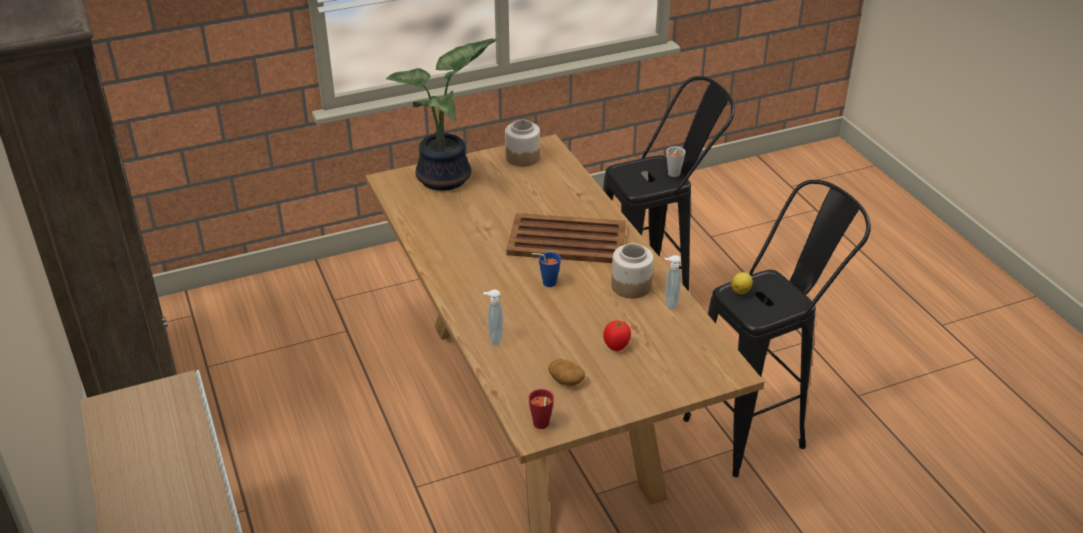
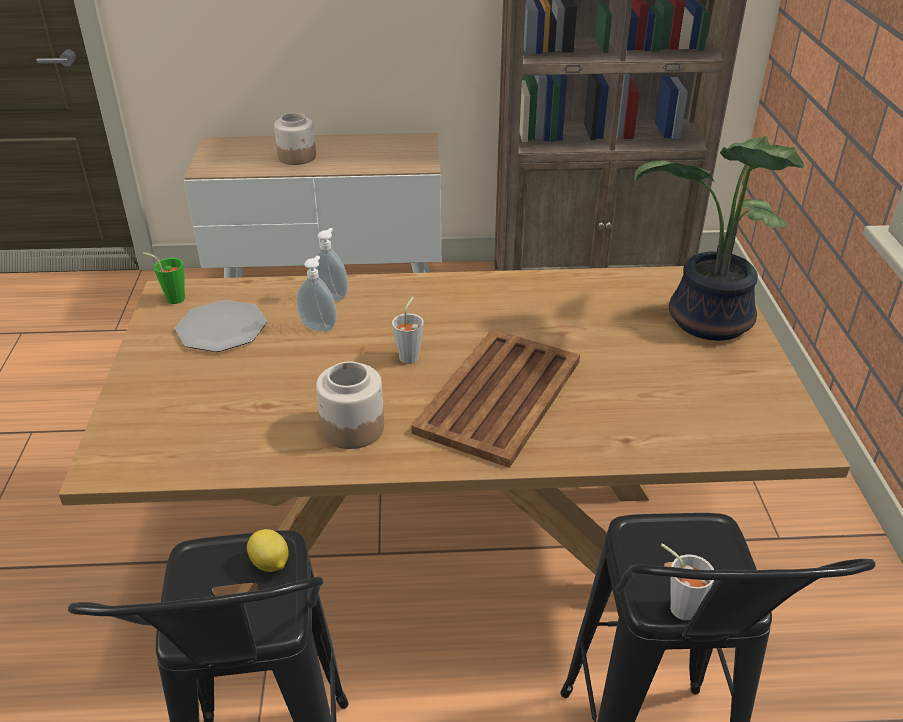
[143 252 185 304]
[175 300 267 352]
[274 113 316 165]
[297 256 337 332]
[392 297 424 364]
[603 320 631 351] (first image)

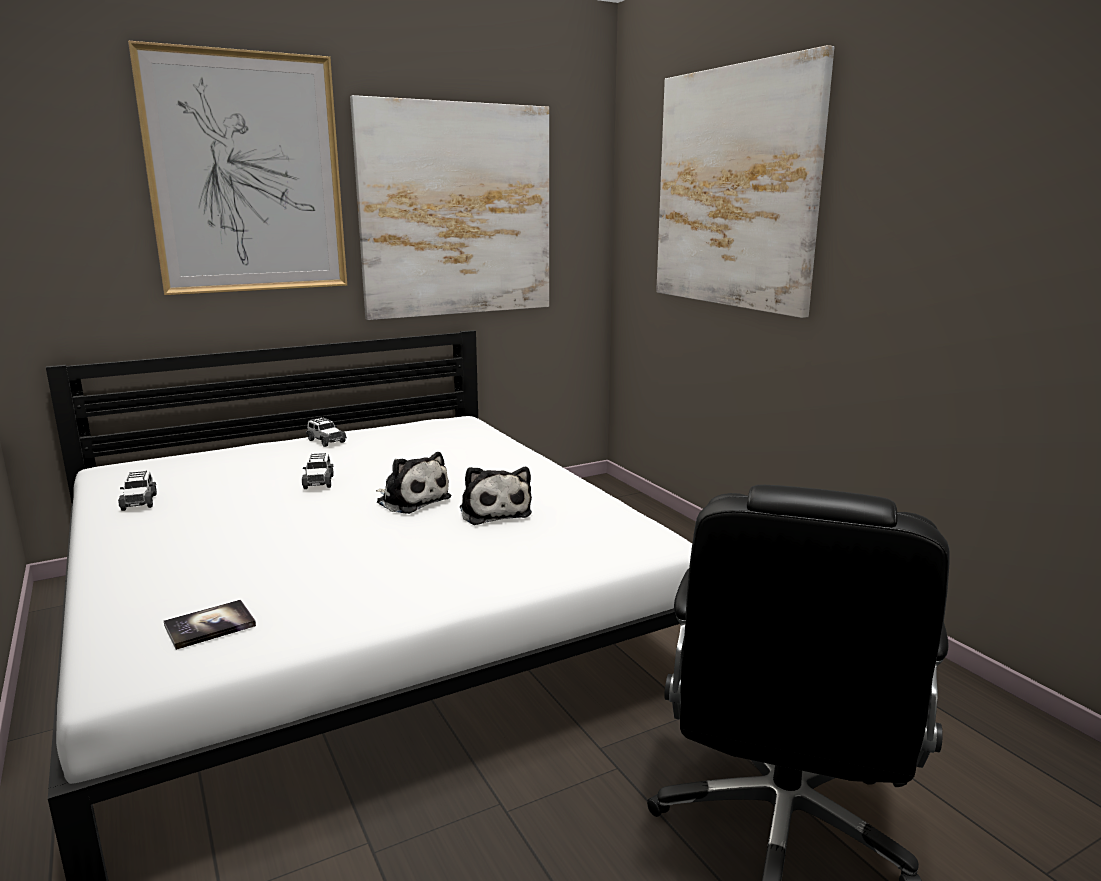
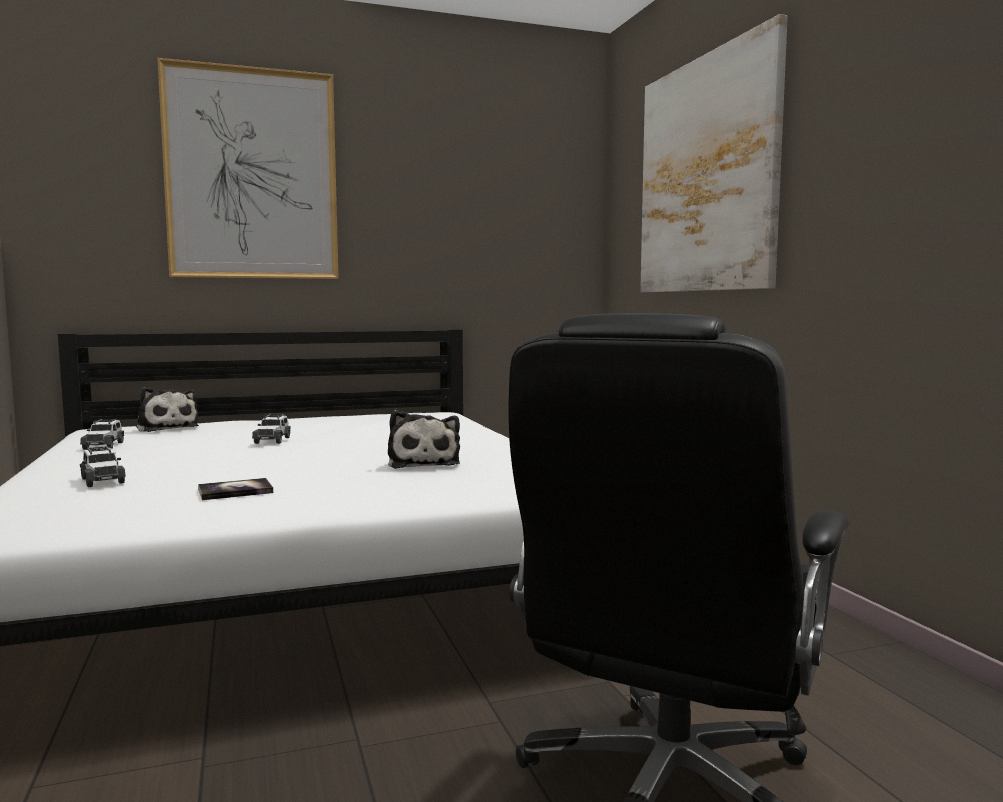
[80 446 126 487]
[136 387 199 432]
[198 478 273 500]
[350 95 549 320] (first image)

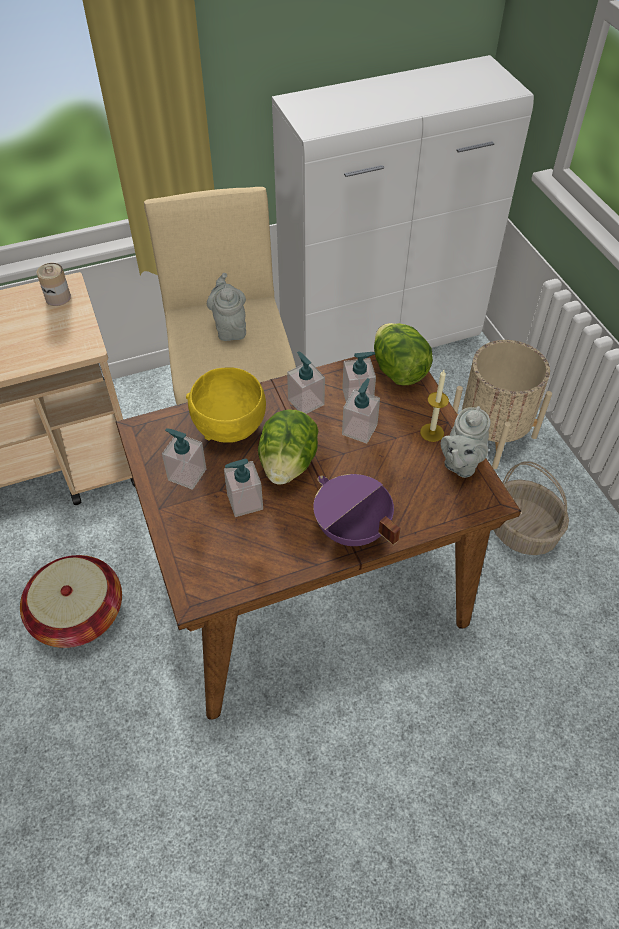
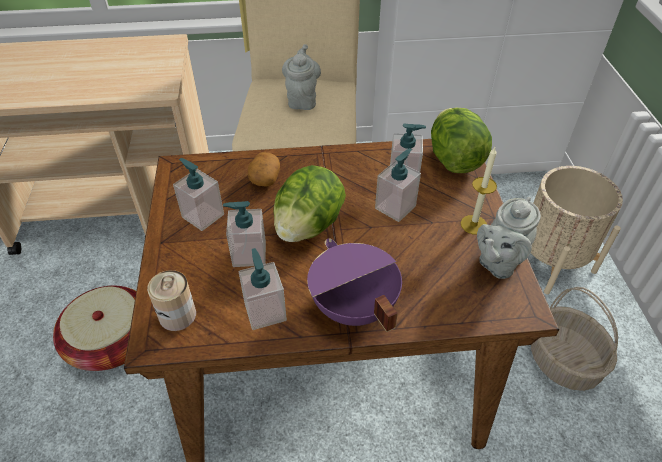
[147 270 196 331]
[239 248 287 330]
[248 152 280 187]

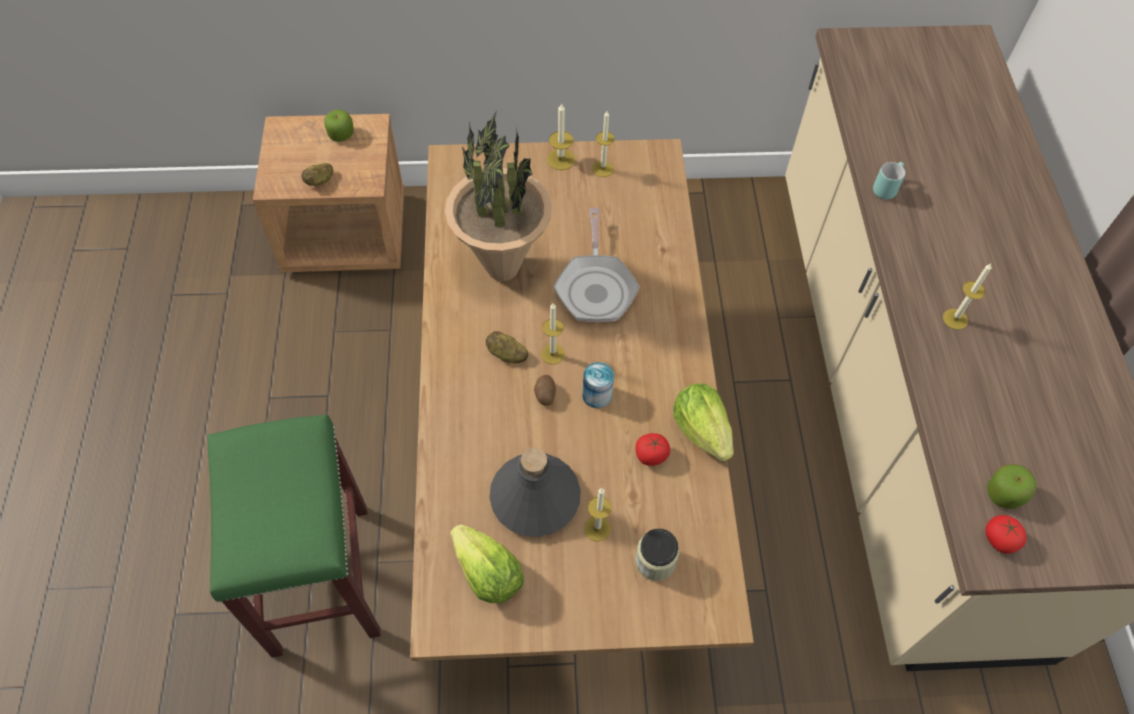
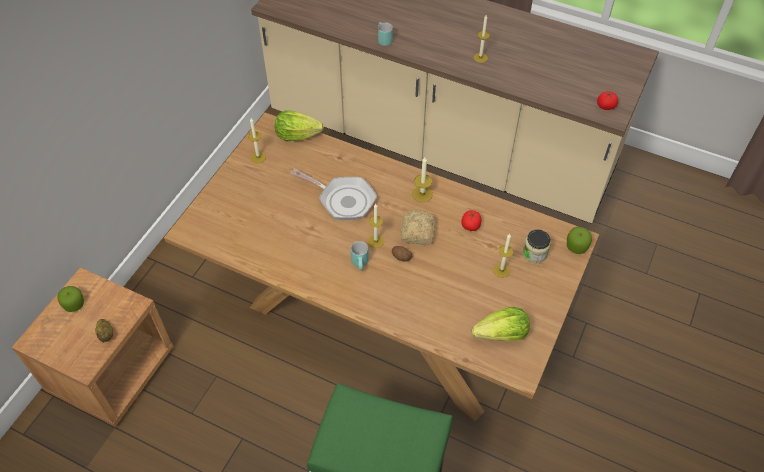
[275 110 324 141]
[351 241 369 271]
[401 210 436 244]
[412 157 433 202]
[567 227 592 254]
[445 111 552 281] (first image)
[489 448 581 537] (first image)

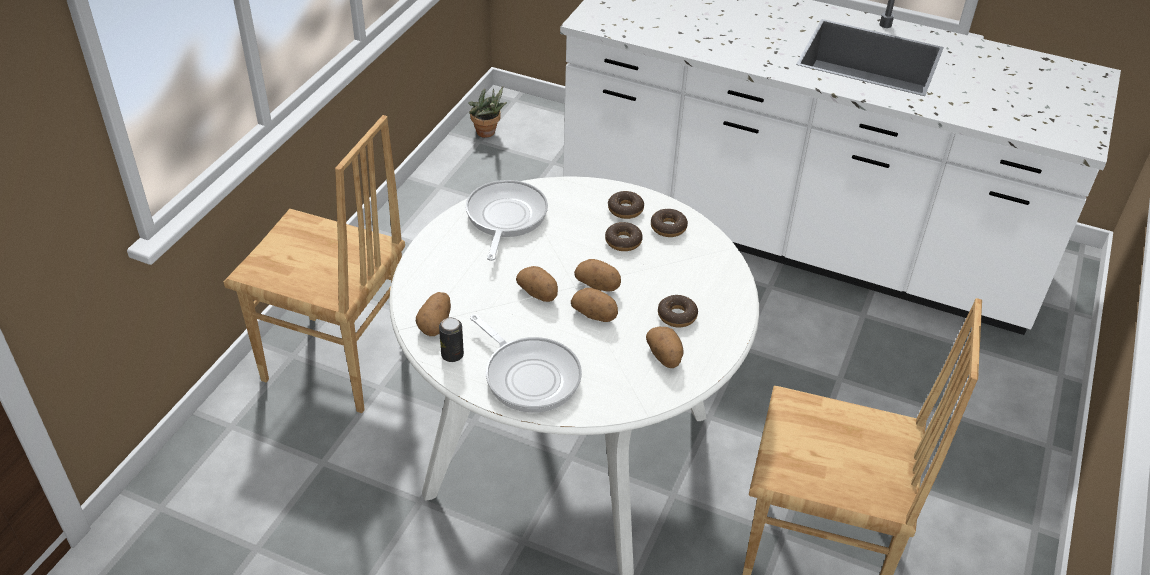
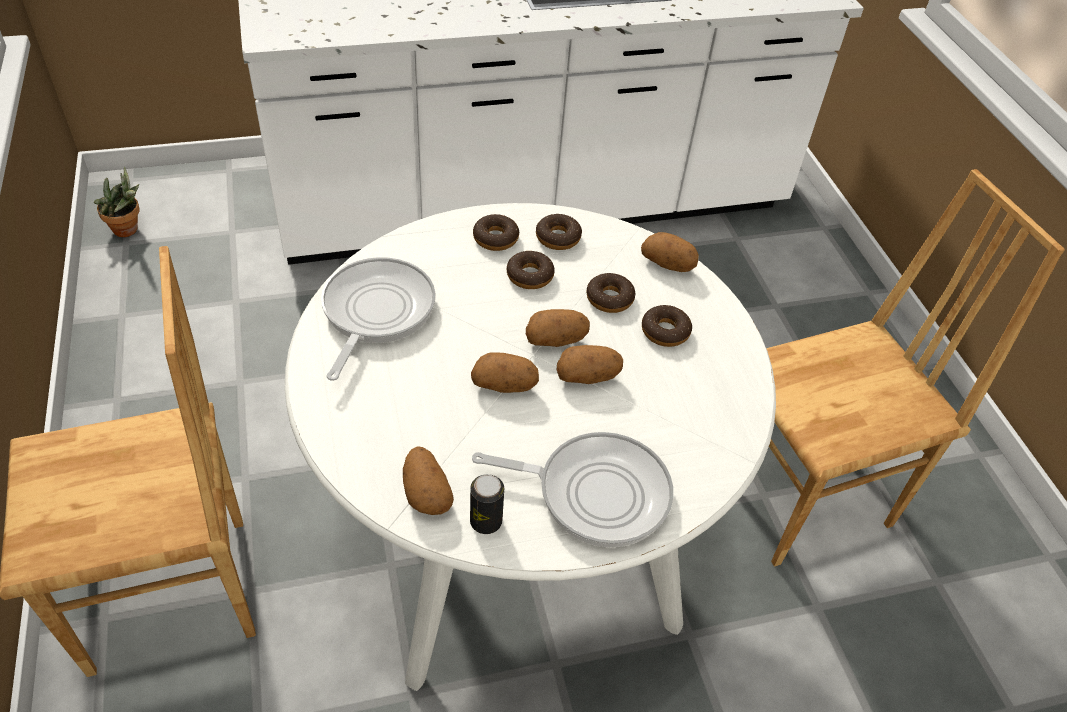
[321 257 436 381]
[587 273 635 313]
[641 232 699 272]

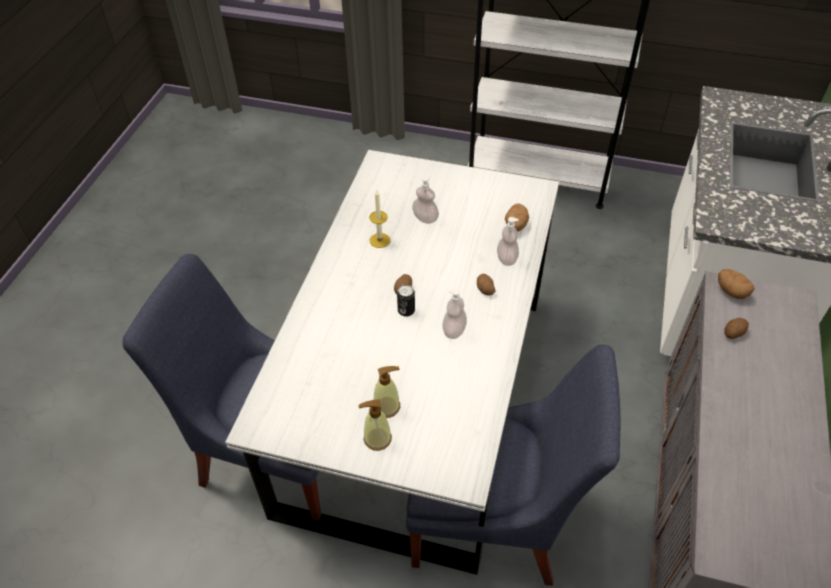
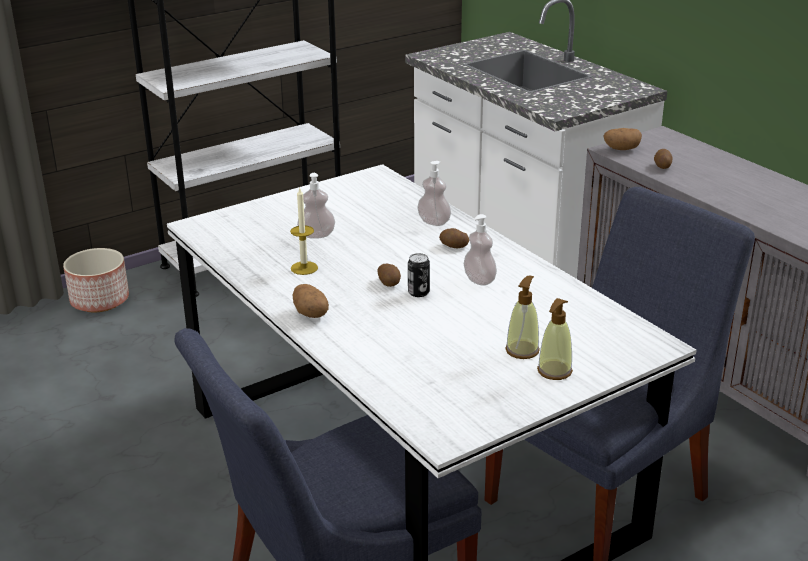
[63 248 129 312]
[293 284 329 318]

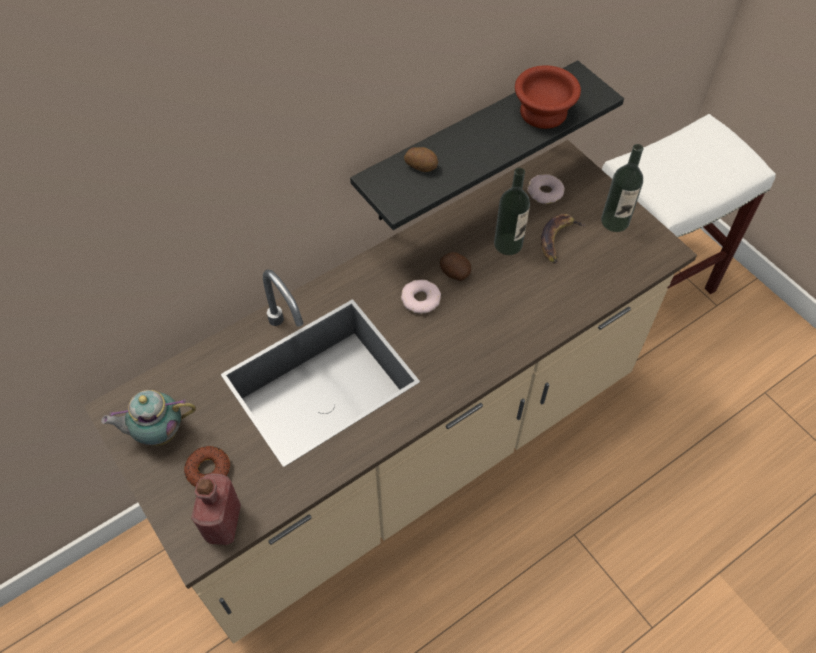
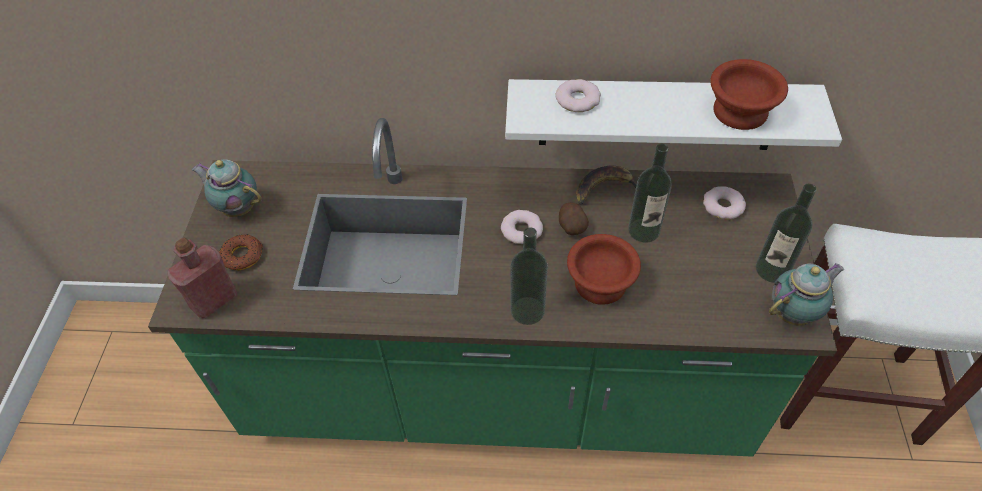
[148 118 837 457]
[505 79 842 150]
[511 227 548 325]
[555 79 601 112]
[567 234 641 305]
[576 165 636 204]
[769 263 844 326]

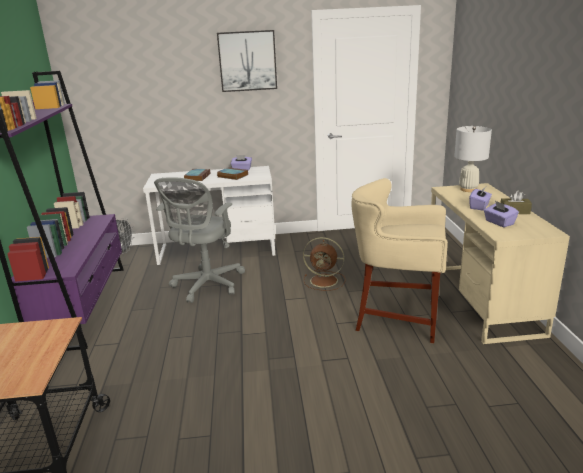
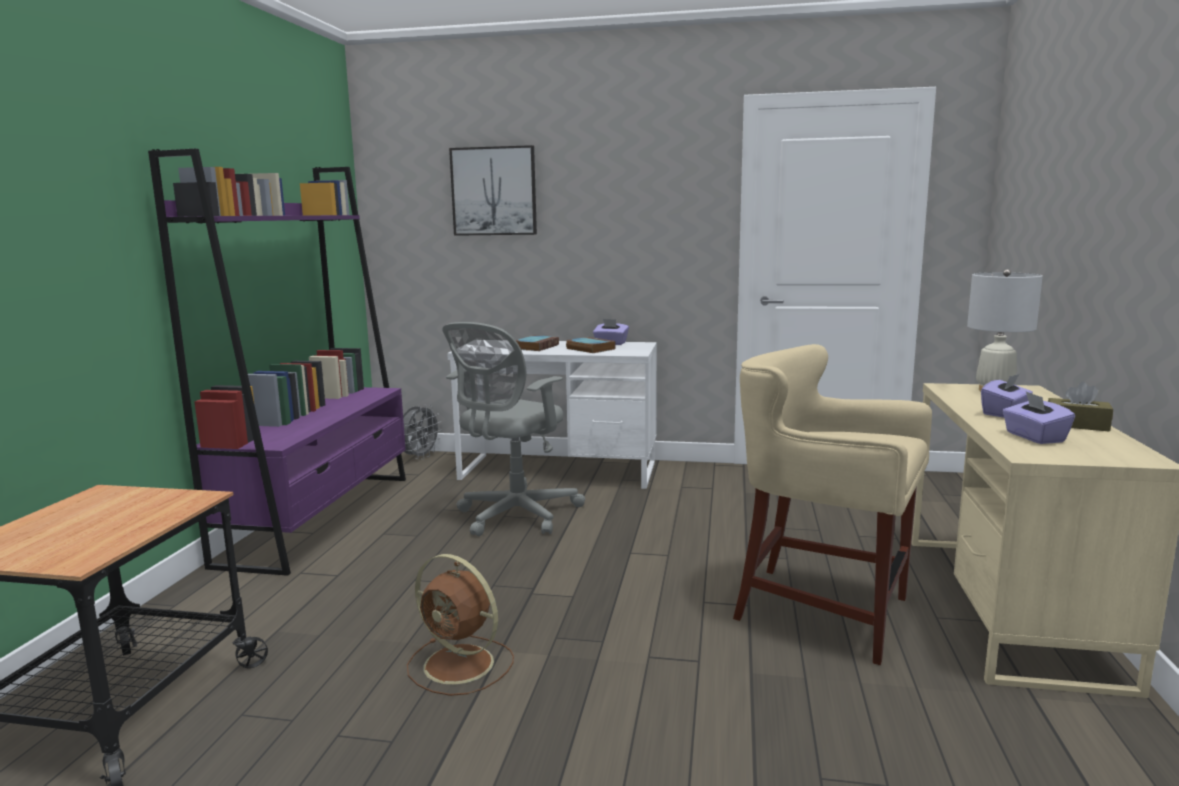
[407 554 514 696]
[449 145 537 236]

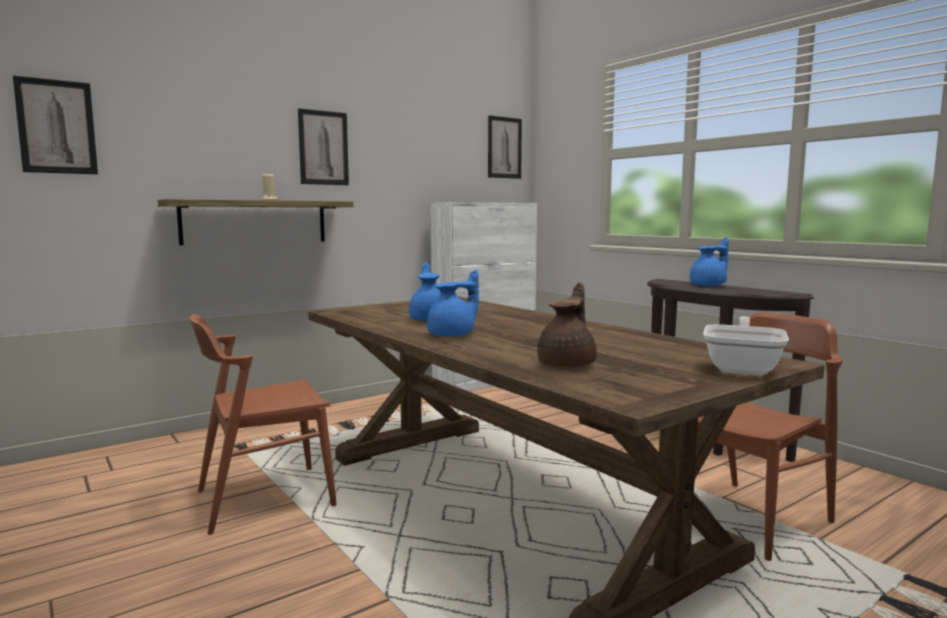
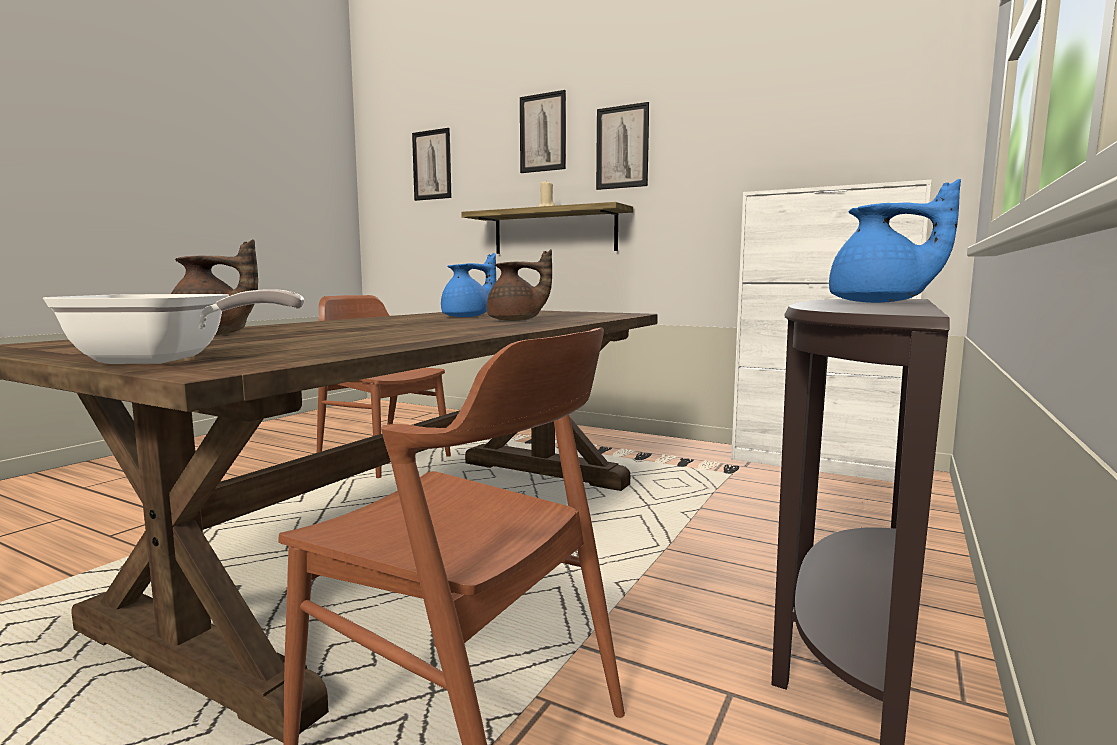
[487 249 552 321]
[520 90 566 173]
[427 270 479 337] (first image)

